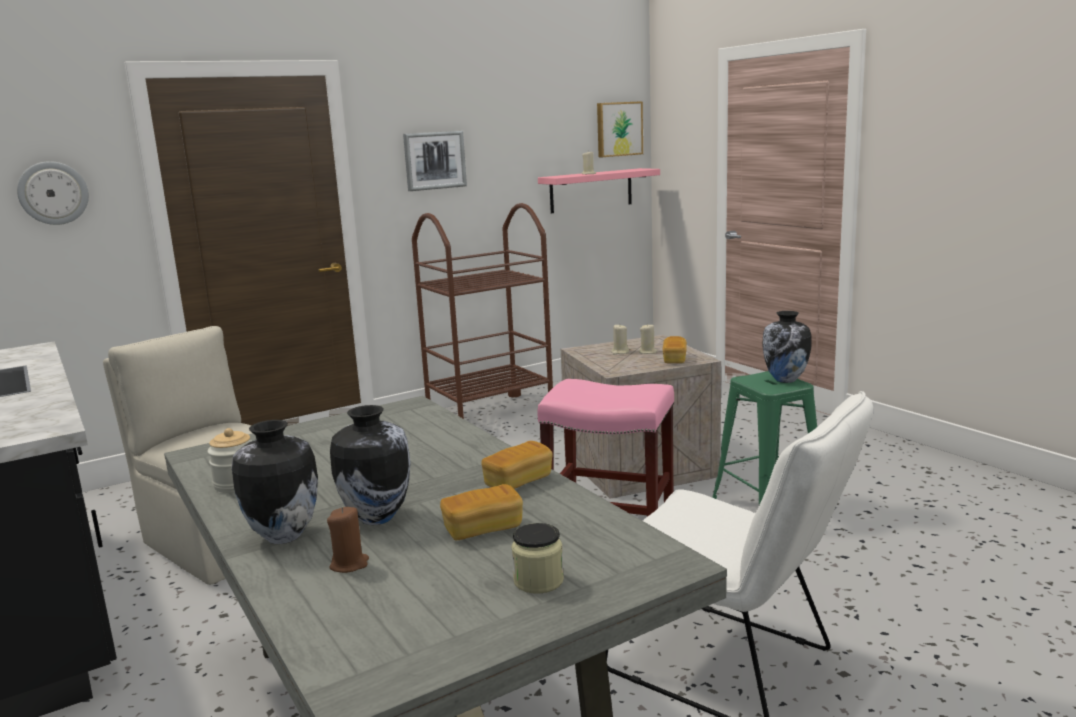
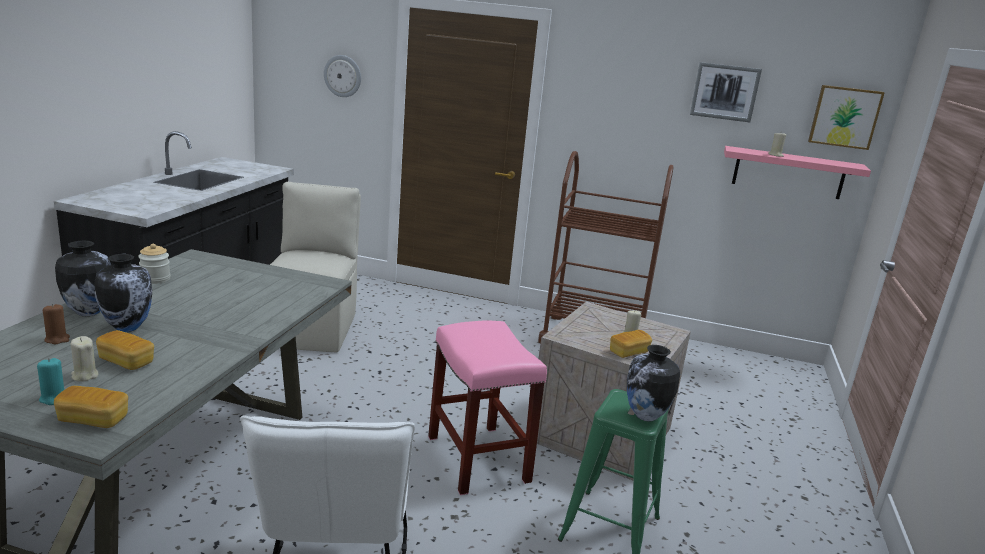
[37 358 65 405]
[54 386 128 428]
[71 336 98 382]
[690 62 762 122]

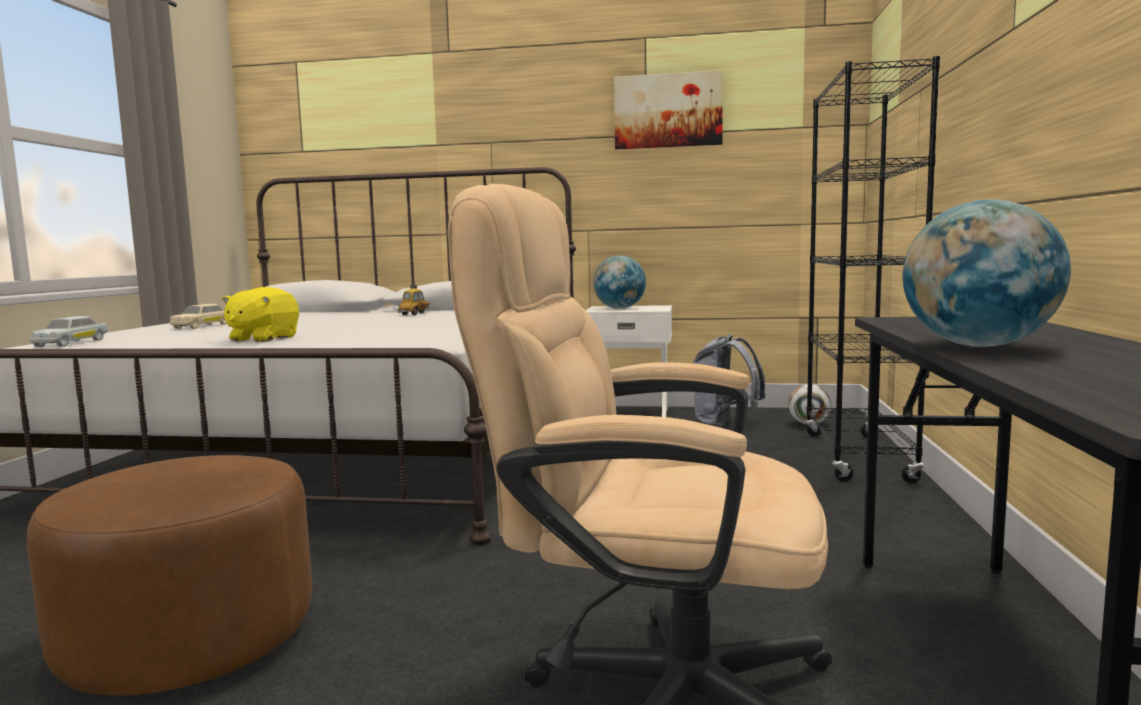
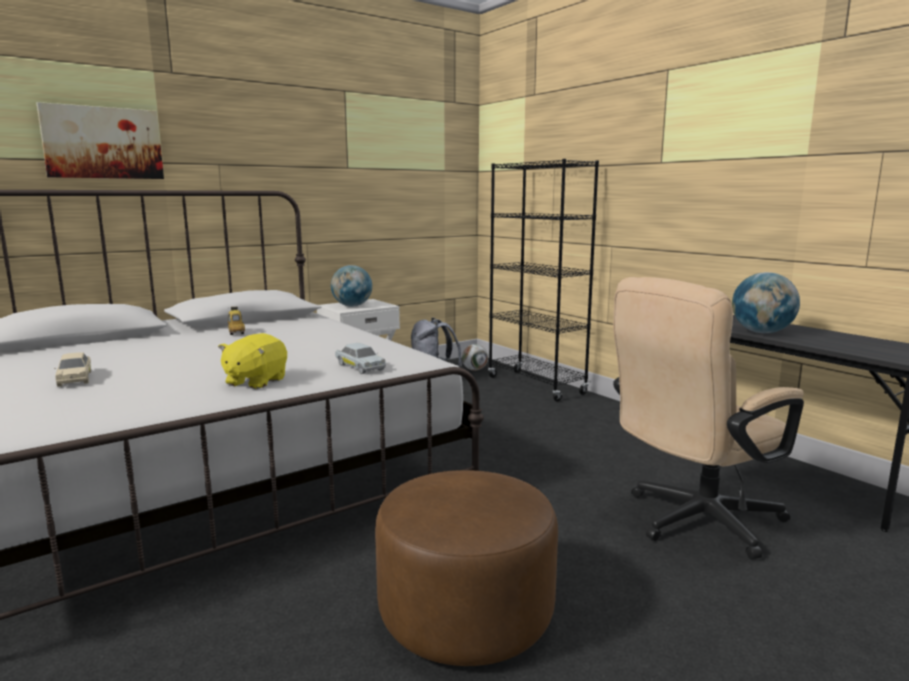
[37 102 164 179]
[218 333 287 389]
[335 343 386 374]

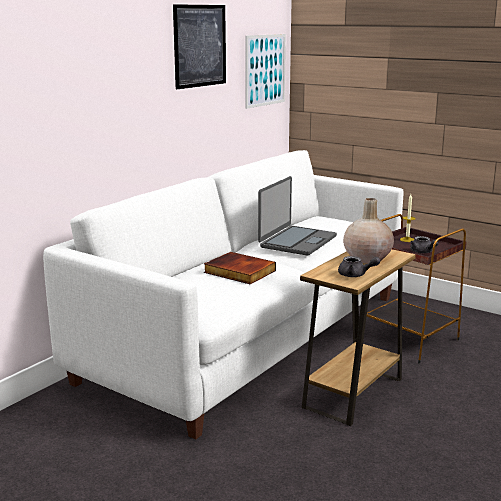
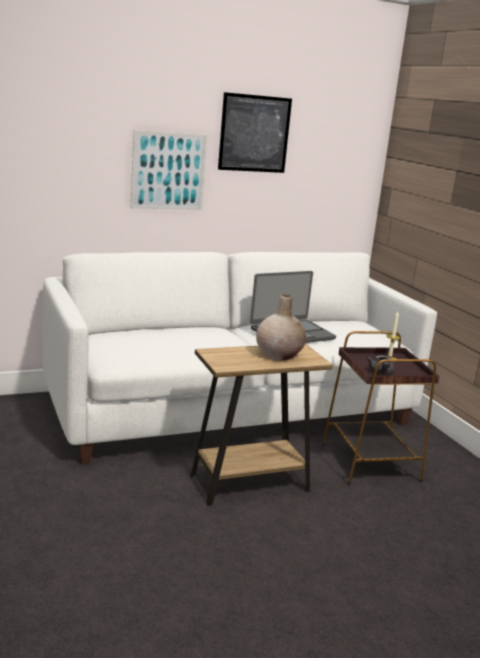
[131 130 207 210]
[204 252 276 284] (first image)
[338 256 380 277] (first image)

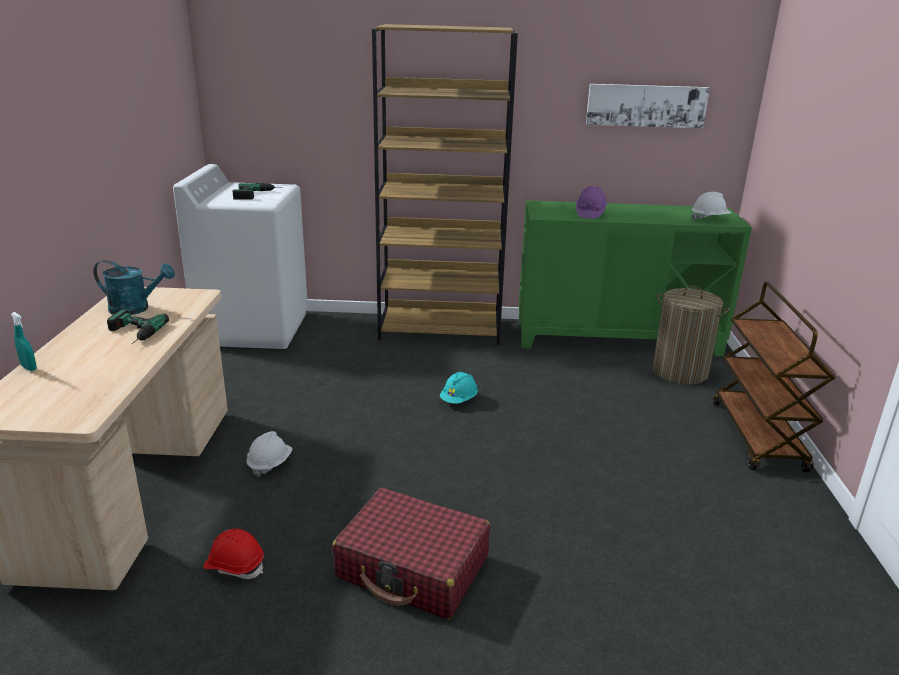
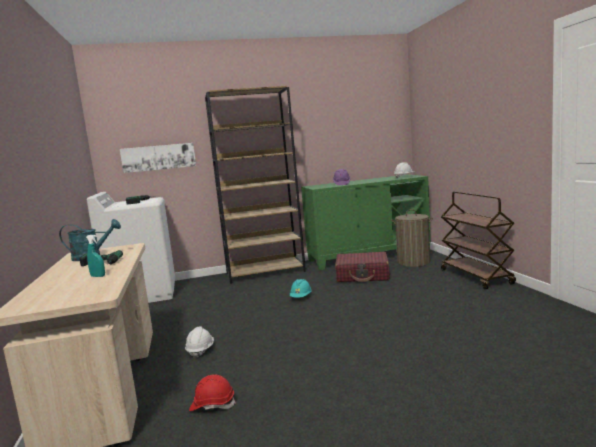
[86 235 105 277]
[120 143 196 173]
[335 252 390 282]

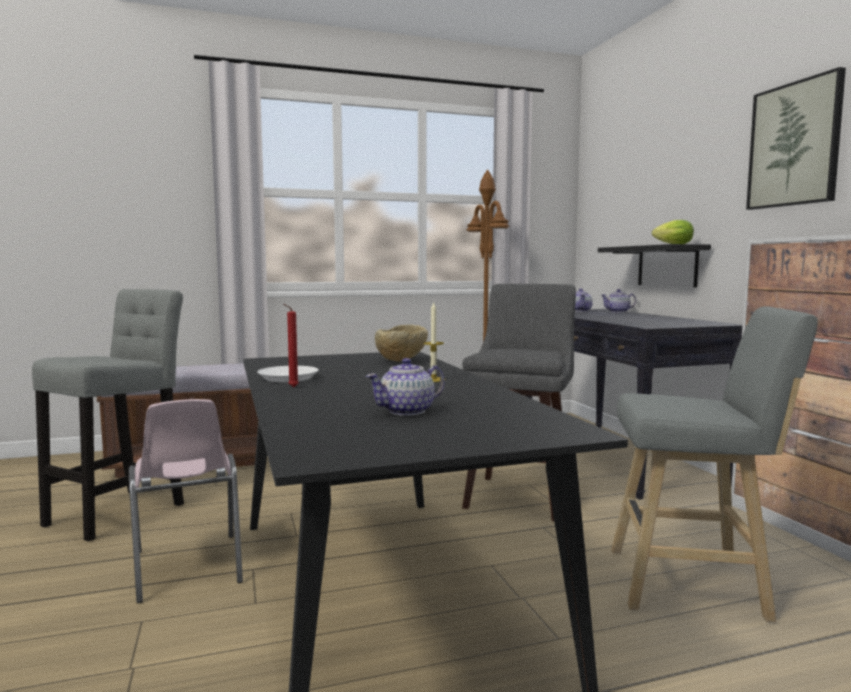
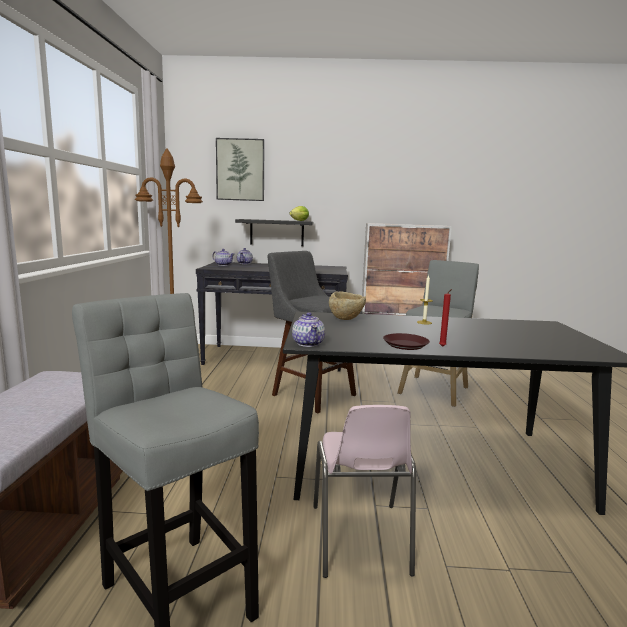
[216 138 265 201]
[292 312 325 347]
[313 405 416 578]
[383 333 430 350]

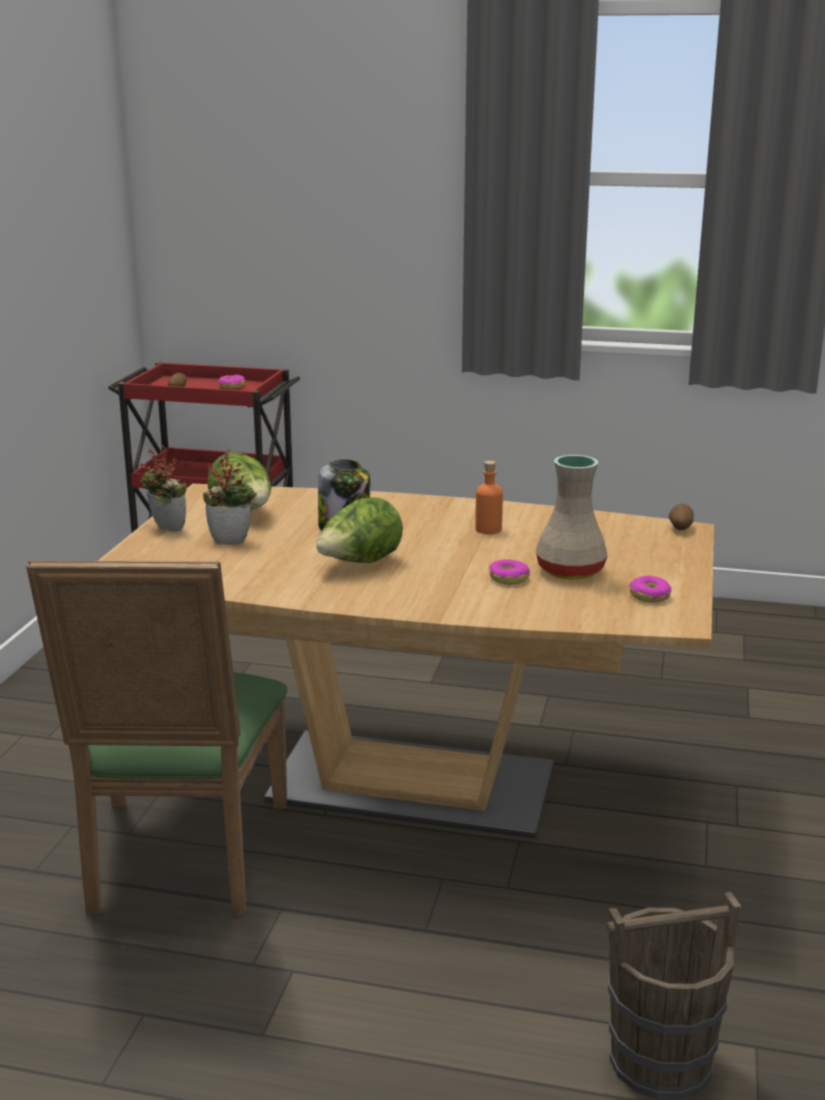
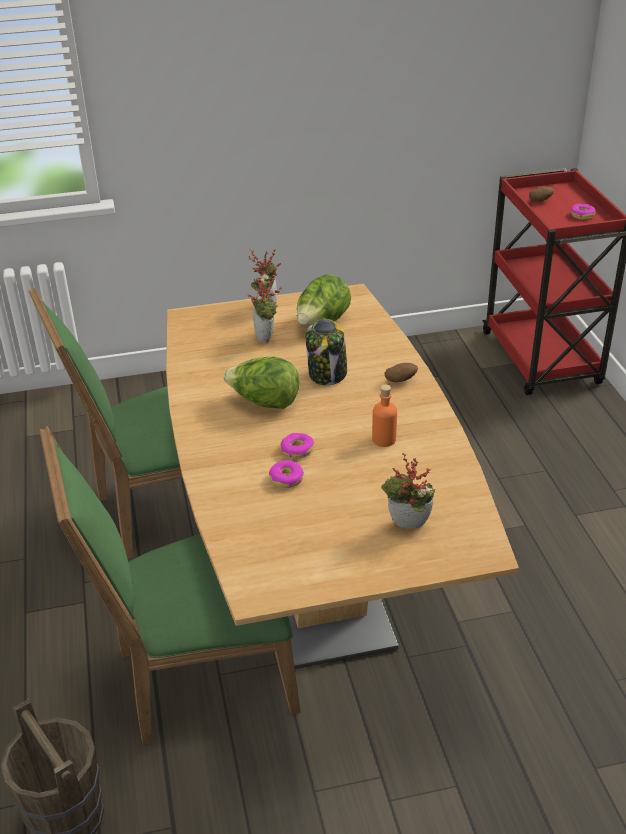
[39 426 301 745]
[280 433 314 459]
[381 453 436 529]
[385 363 418 382]
[536 455 608 580] (first image)

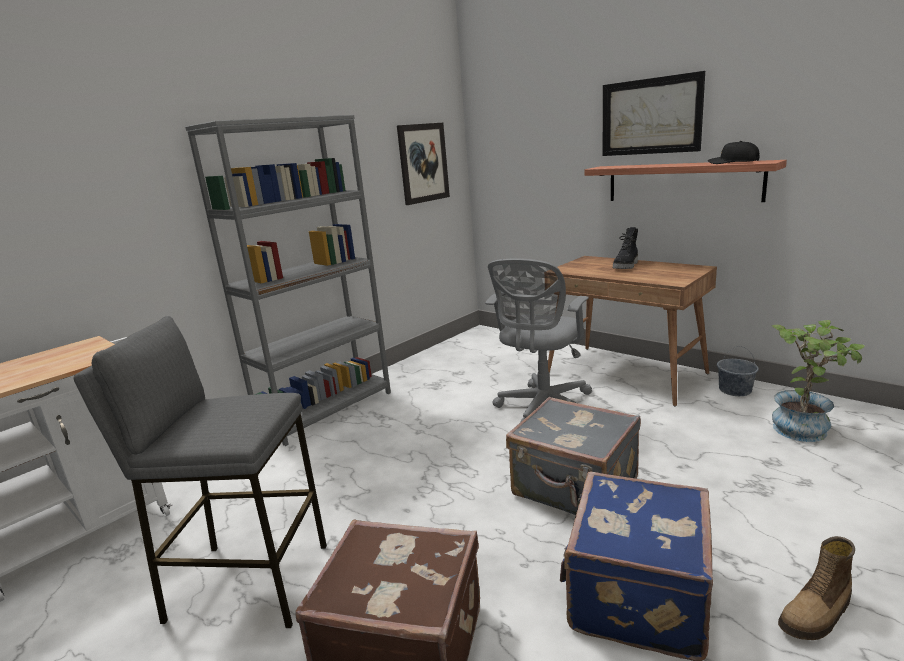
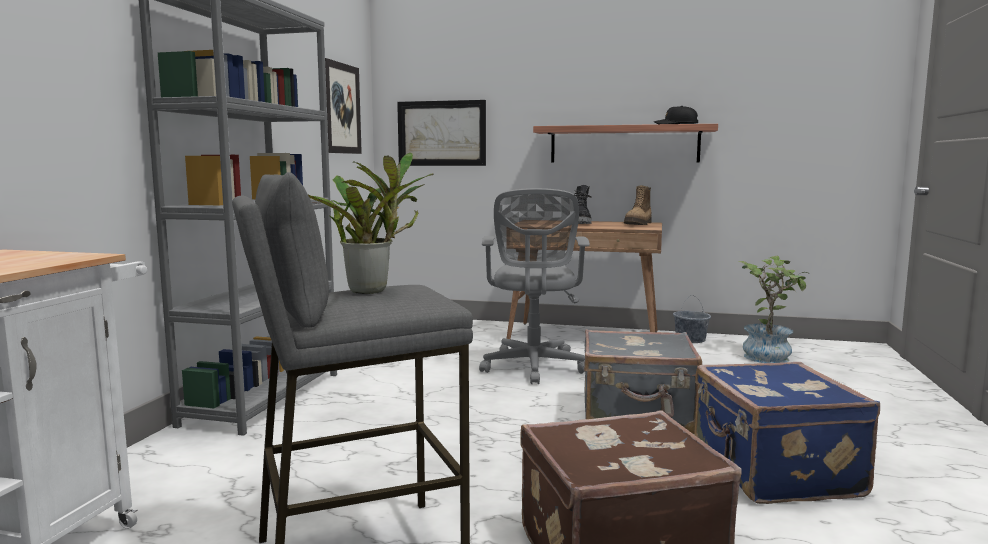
[308 152 434 294]
[397 100 486 166]
[624 186 652 225]

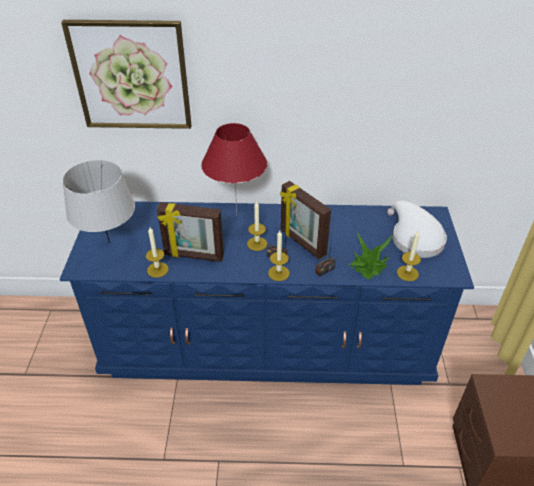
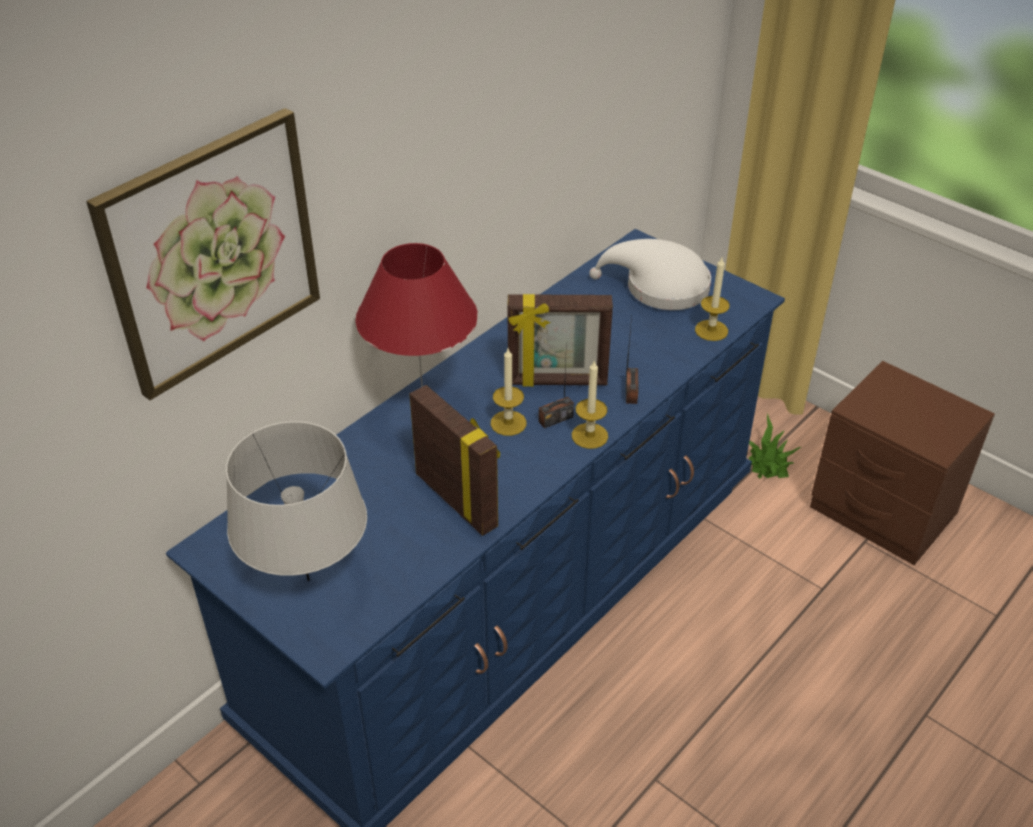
[409 385 500 536]
[748 413 801 478]
[146 227 169 278] (first image)

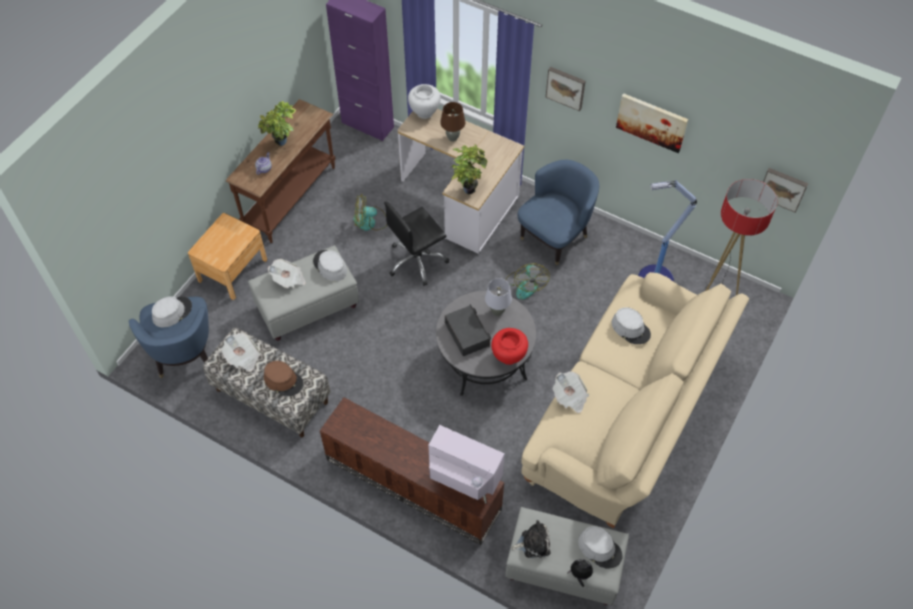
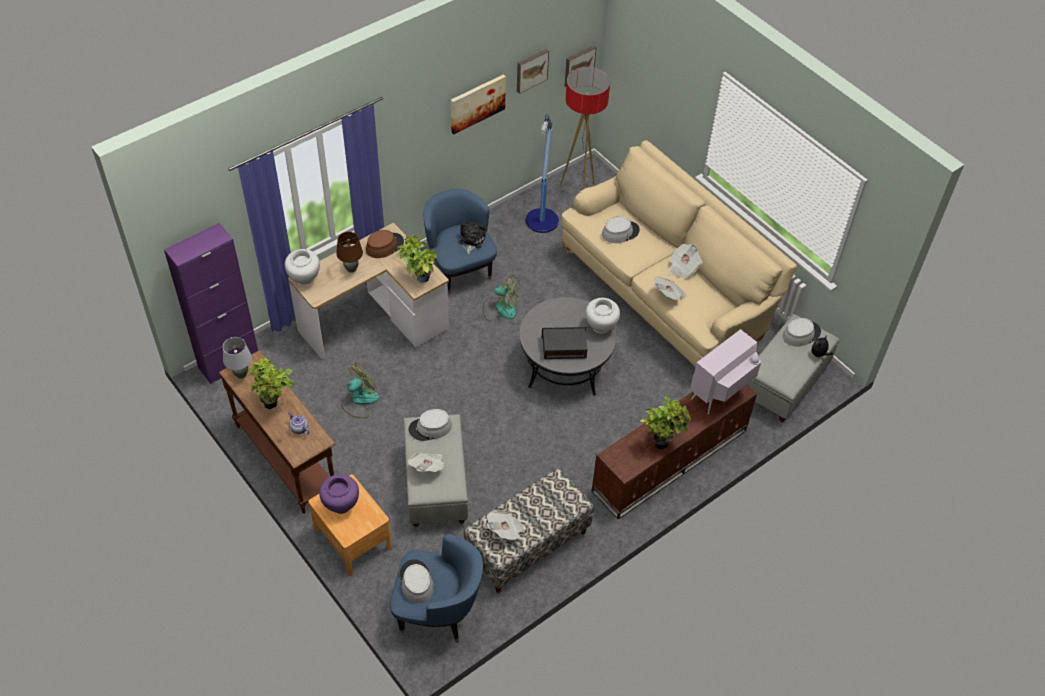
[223 337 252 379]
[319 474 359 514]
[341 363 379 418]
[366 230 404 258]
[459 221 486 255]
[517 49 549 94]
[586 298 620 334]
[640 396 691 450]
[669 244 703 279]
[384 201 449 286] (first image)

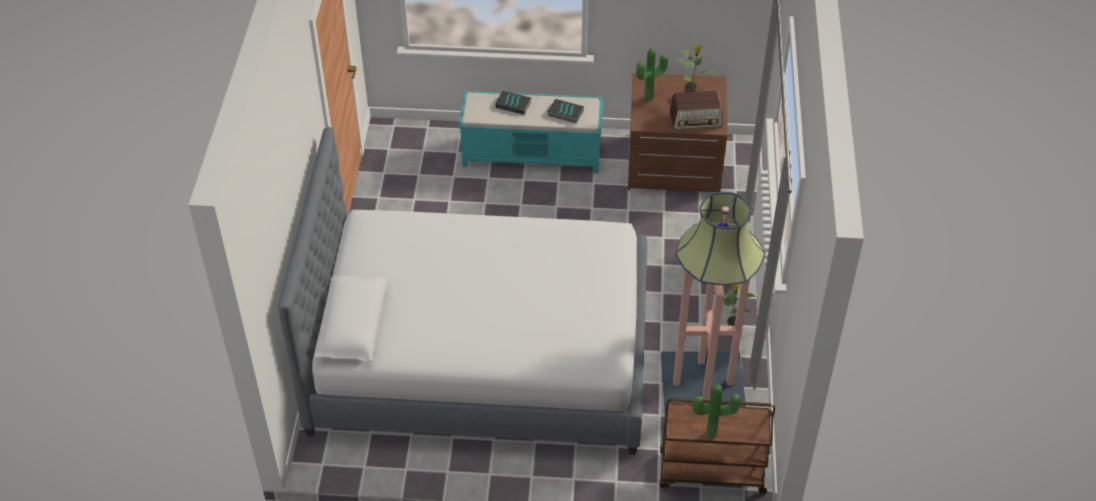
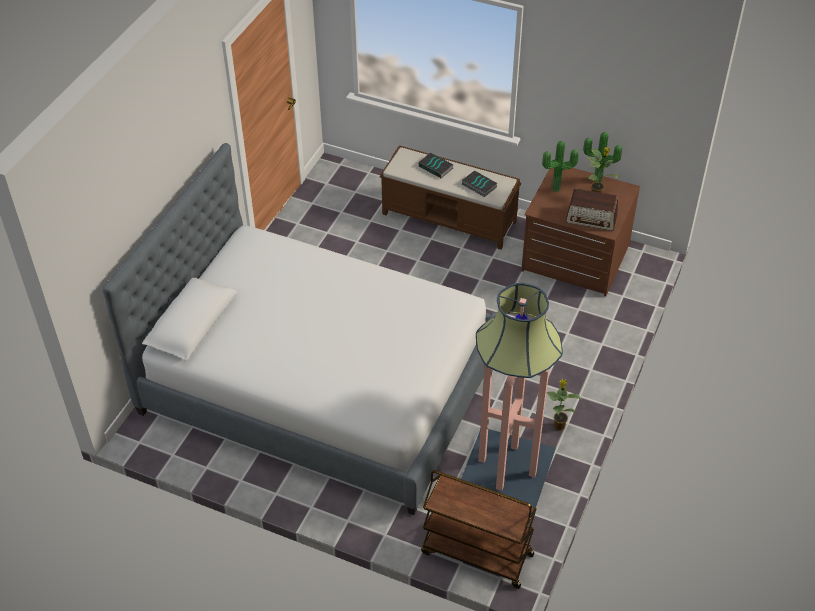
[380 145 521 249]
[583 132 622 182]

